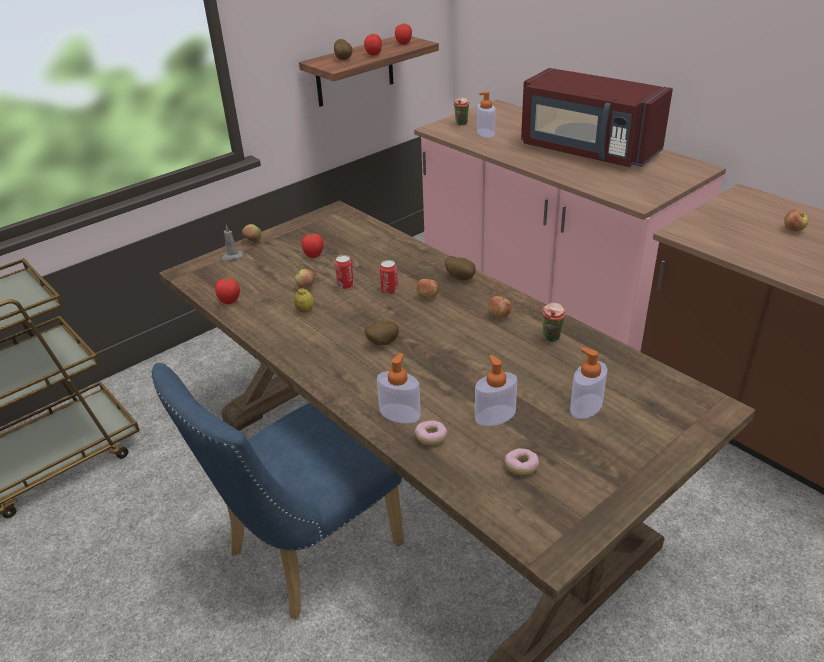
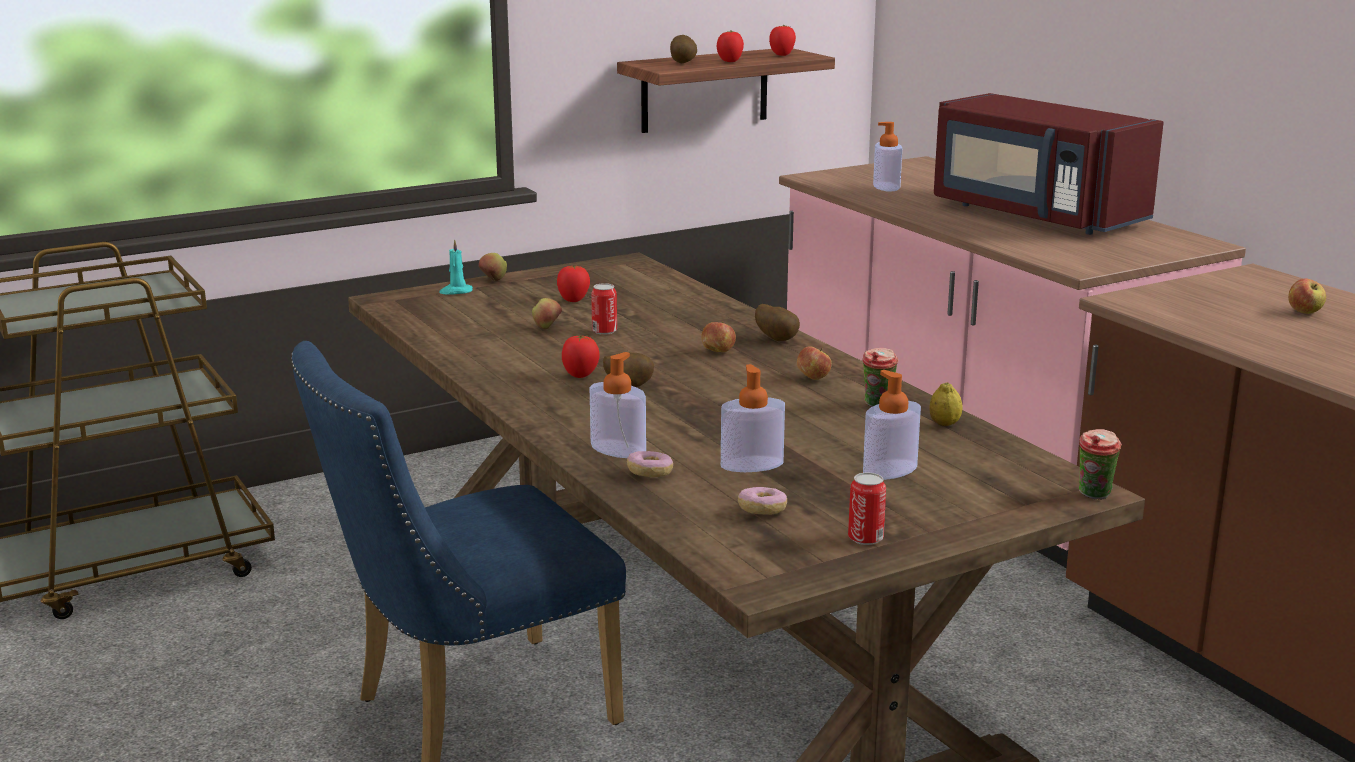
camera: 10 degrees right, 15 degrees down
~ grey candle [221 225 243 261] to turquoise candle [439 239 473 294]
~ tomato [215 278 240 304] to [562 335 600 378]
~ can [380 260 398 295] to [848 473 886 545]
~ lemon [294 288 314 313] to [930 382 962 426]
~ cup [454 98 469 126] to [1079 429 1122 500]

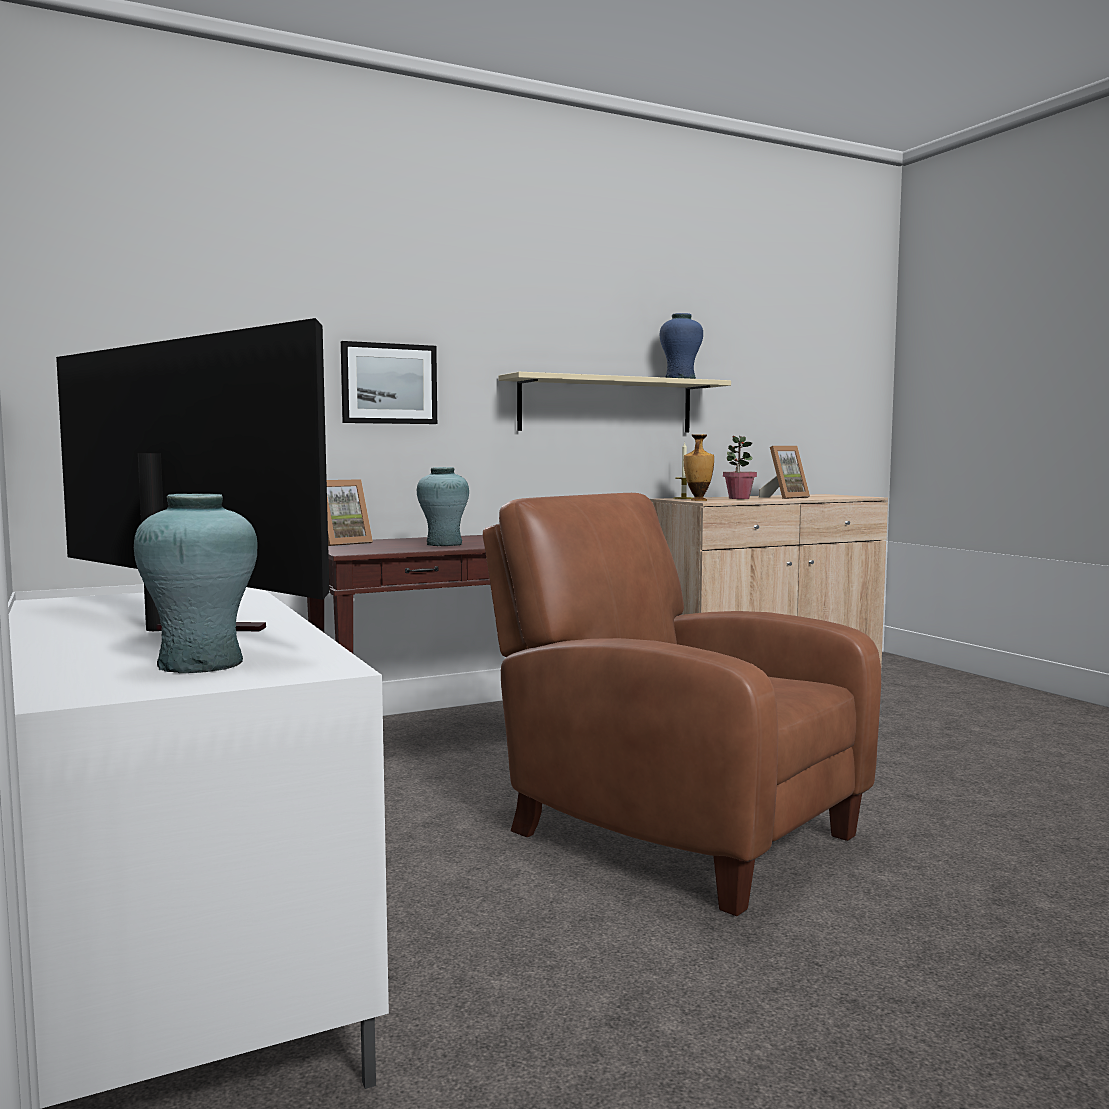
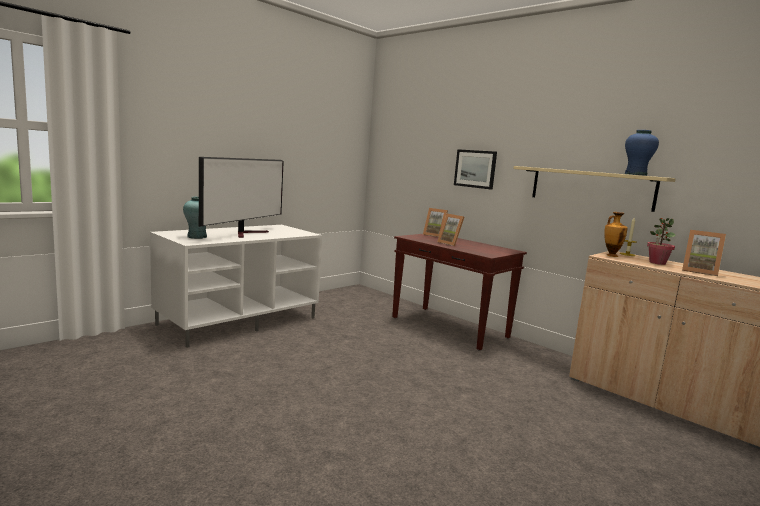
camera: 70 degrees right, 5 degrees up
~ turquoise vase [417 467 469 546] to picture frame [437 214 464 246]
- brown armchair [483 493 881 916]

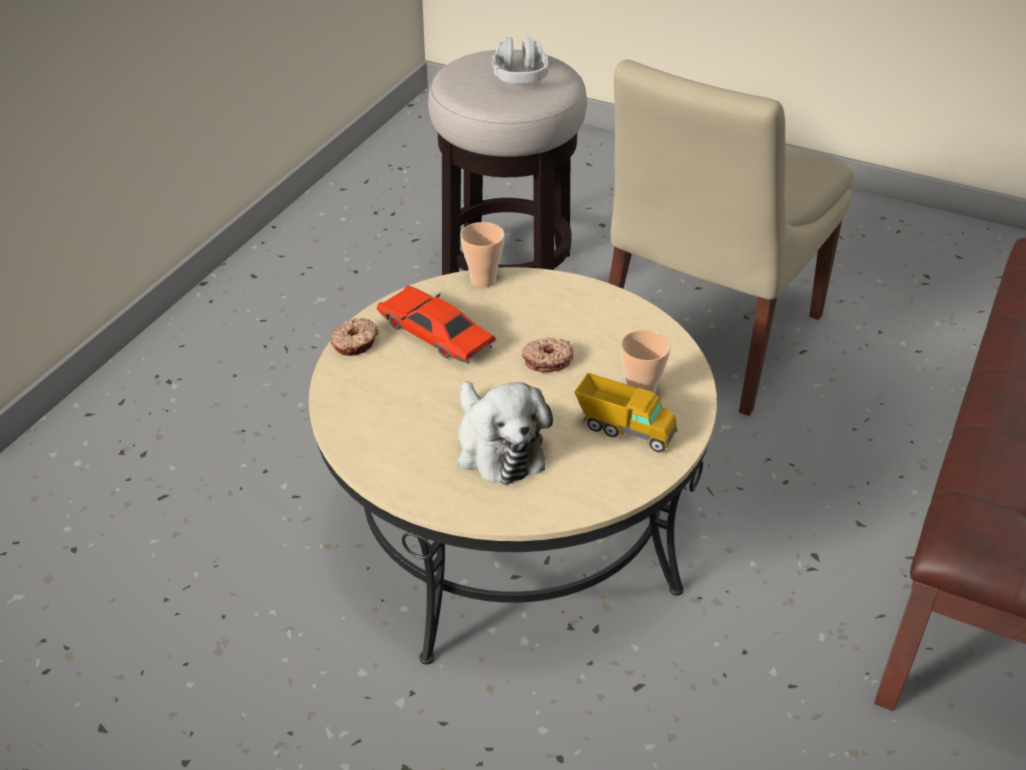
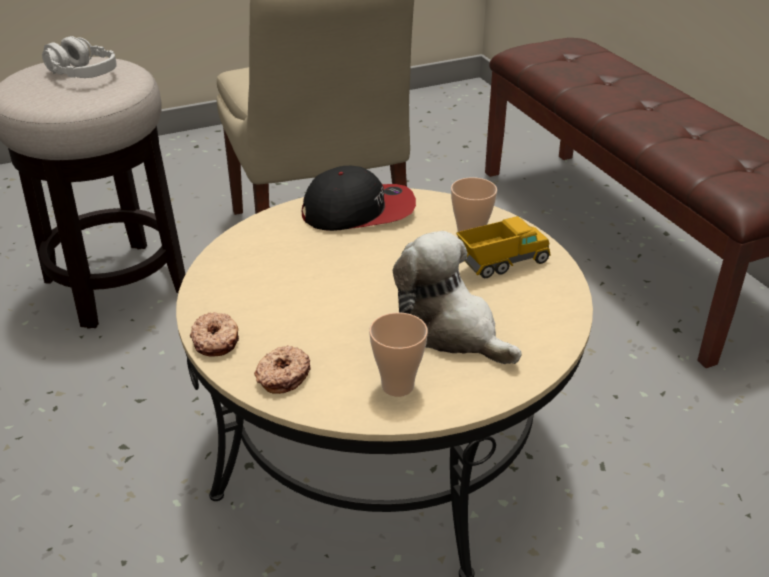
camera: 50 degrees left, 5 degrees down
~ donut [522 337 573 372] to [254 345 311 394]
+ cap [302 166 416 231]
~ cup [460 222 505 288] to [369 312 428 397]
~ plush toy [458 382 553 485] = [393 231 522 364] 150 degrees counterclockwise
- red toy car [377 286 496 364]

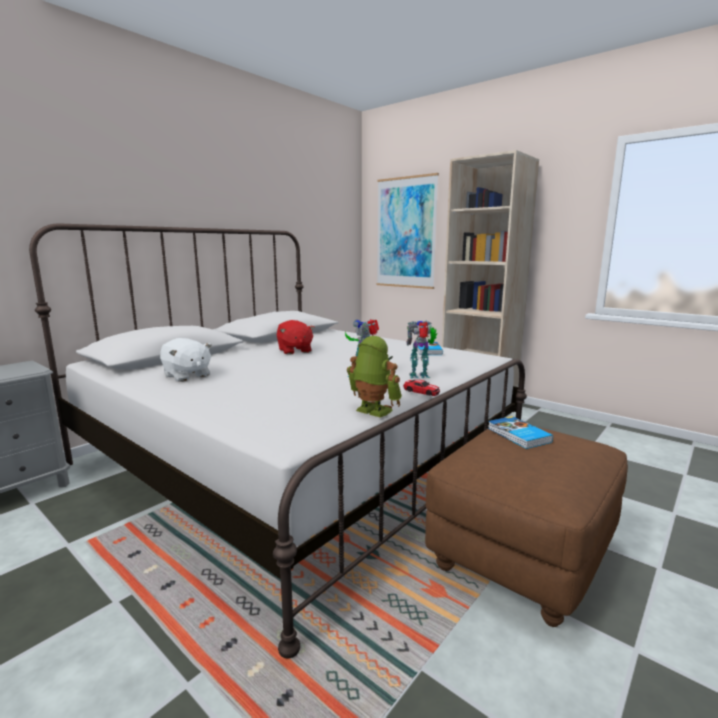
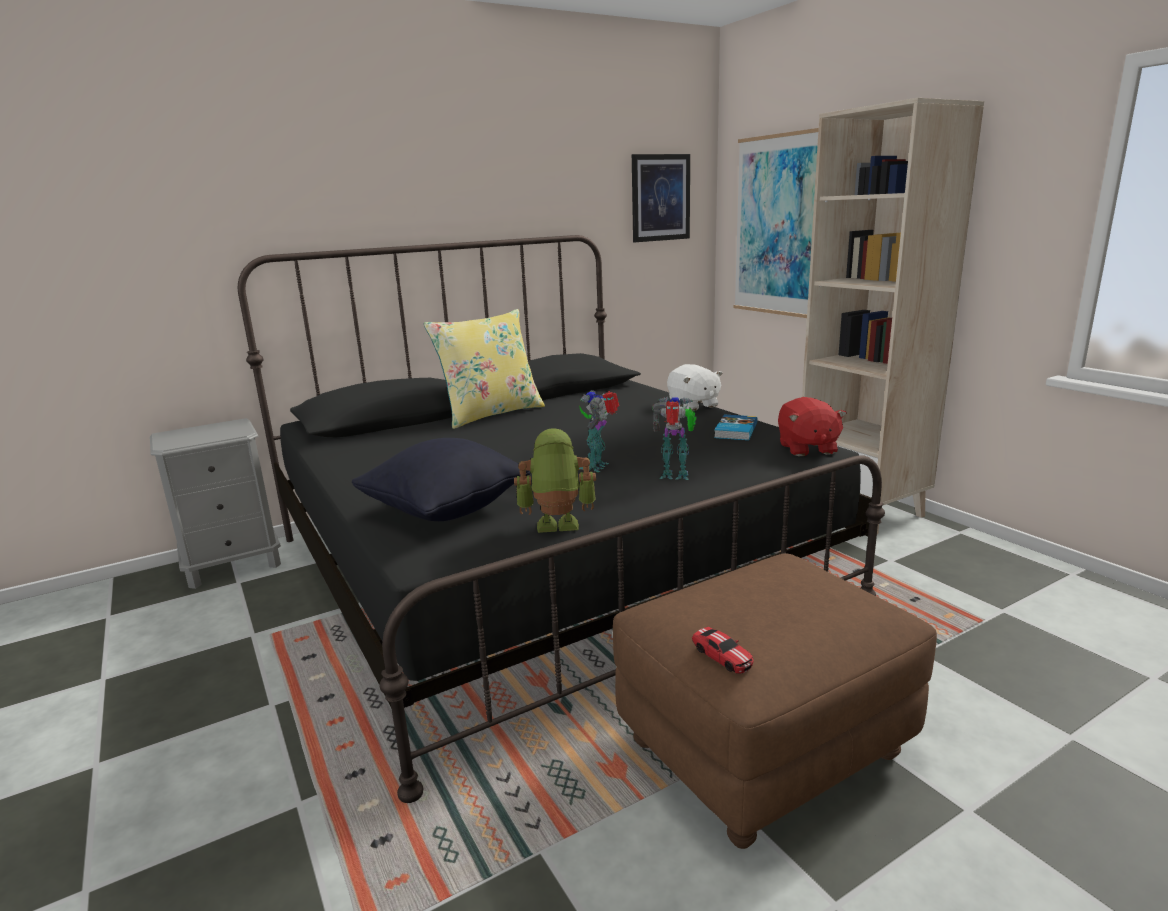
camera: 20 degrees right, 5 degrees up
~ white bed [29 223 527 658] to black bed [237 235 885 803]
+ black pillow [352 438 531 521]
+ yellow pillow [424 309 545 429]
~ toy robot [347 336 402 418] = [514 428 596 533] 60 degrees counterclockwise
+ picture [632 154 690 242]
~ white plush toy [160 338 212 382] to [667 364 723 411]
~ toy car [403 380 440 396] to [692 627 753 674]
~ red plush toy [277 320 315 355] to [778 397 847 456]
- book [488 416 553 449]

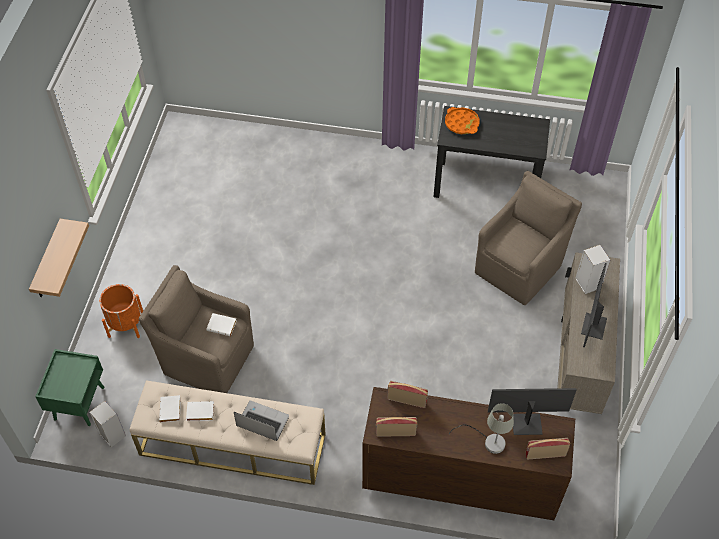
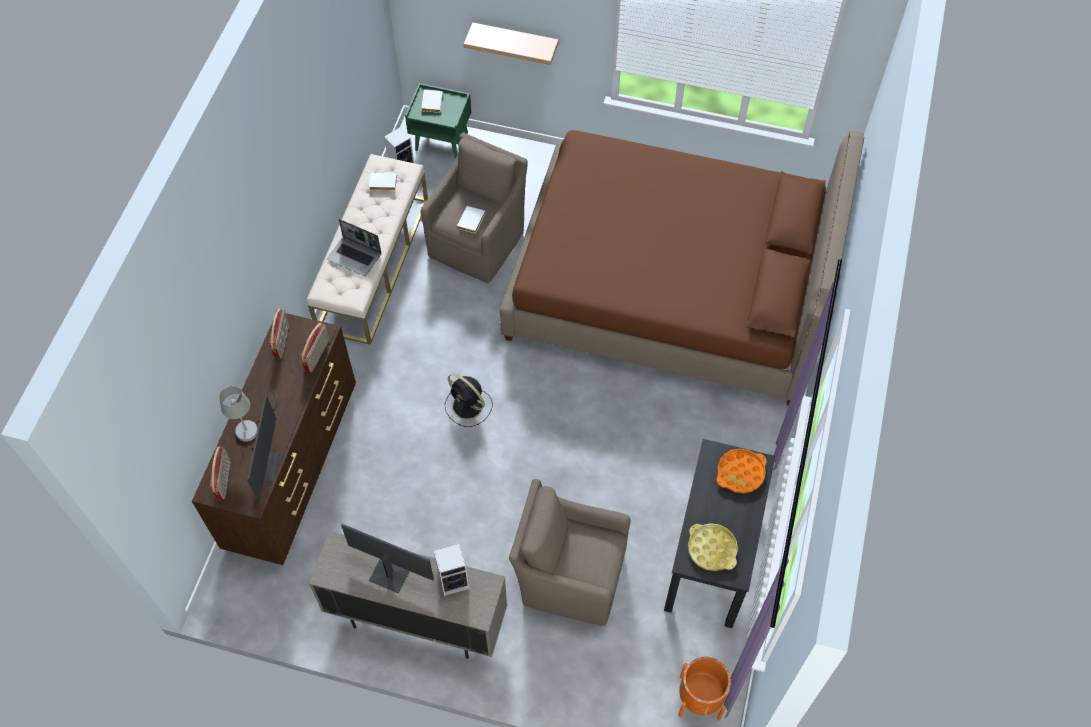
camera: 95 degrees right, 5 degrees up
~ laptop [234 401 289 441] = [327 219 381 276] 90 degrees clockwise
~ white book [186 401 214 421] to [421 90 443 113]
+ black fan [445 373 493 427]
+ brown bed [500 130 864 406]
~ brown armchair [475 171 582 305] = [509 479 631 626] 150 degrees clockwise
~ orange planter [99 284 143 338] to [678 657 731 721]
+ yellow tray [688 523 738 571]

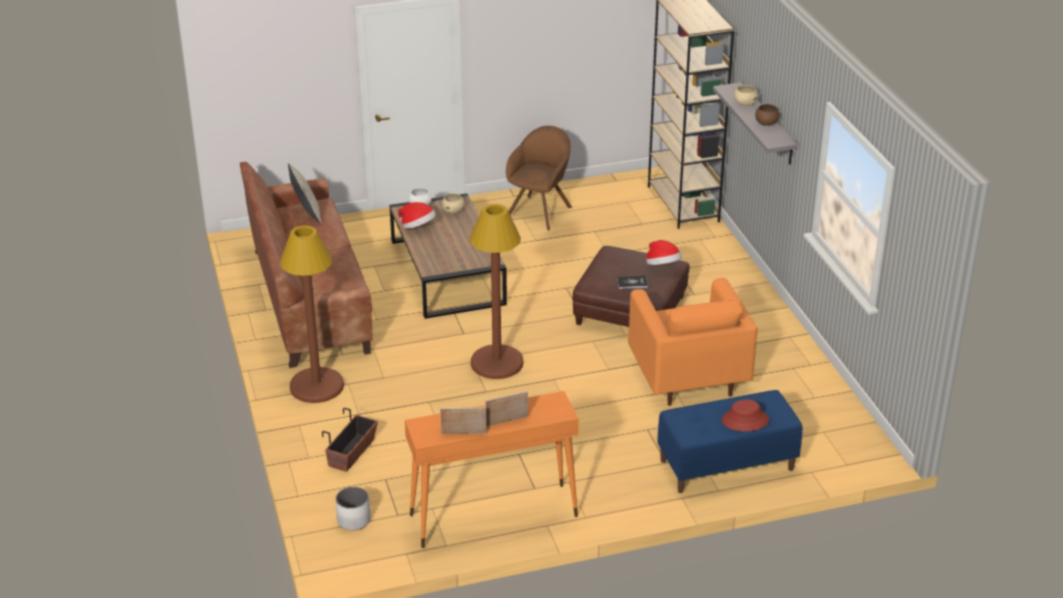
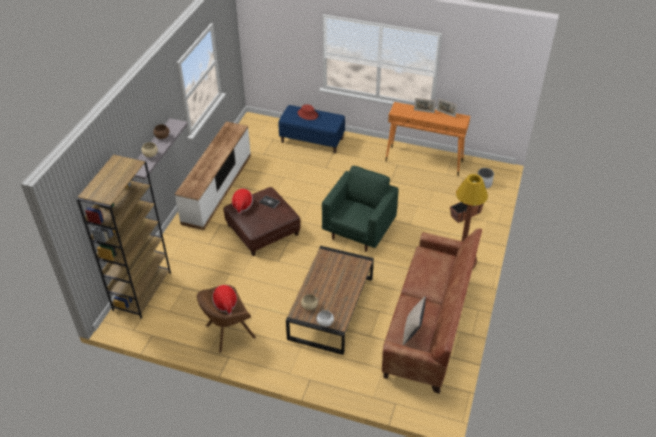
camera: 145 degrees left, 10 degrees up
+ tv stand [175 122 251 230]
~ hat [398 202 436 229] to [212 285 237 315]
~ brown floor lamp [470 204 523 379] to green armchair [322 166 399 252]
- orange armchair [628 278 758 406]

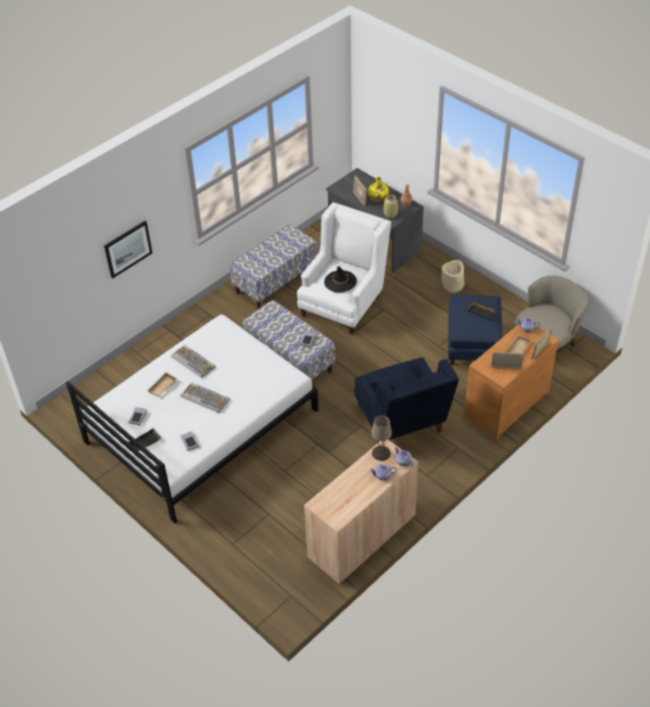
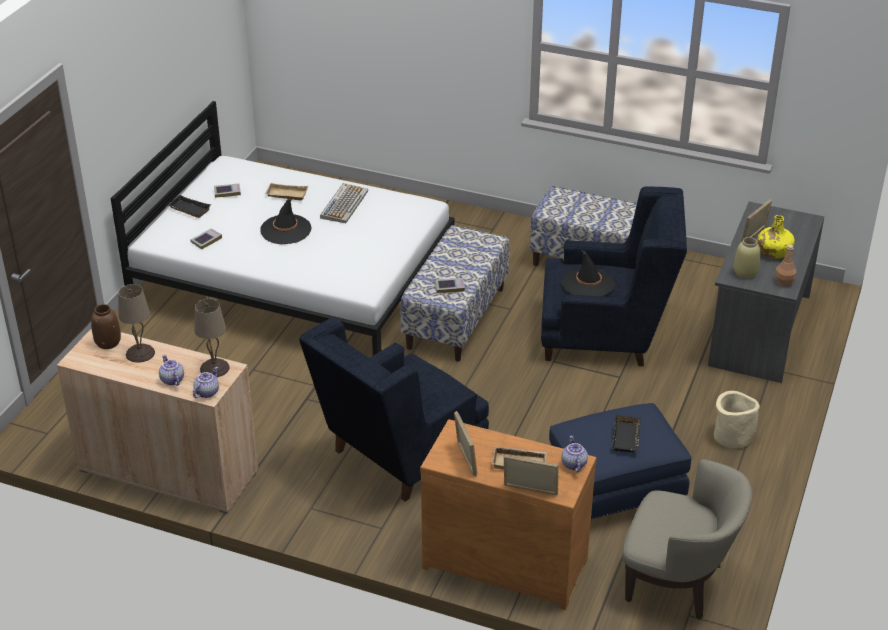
camera: 65 degrees right, 10 degrees down
+ brown vase [91 304 121 349]
+ beige table lamp [118 284 155 363]
~ keyboard [181 382 230 413] to black hat [260 199 311 244]
~ white armchair [297 202 391 334] to blue armchair [541 186 687 366]
- picture [104 221 152 278]

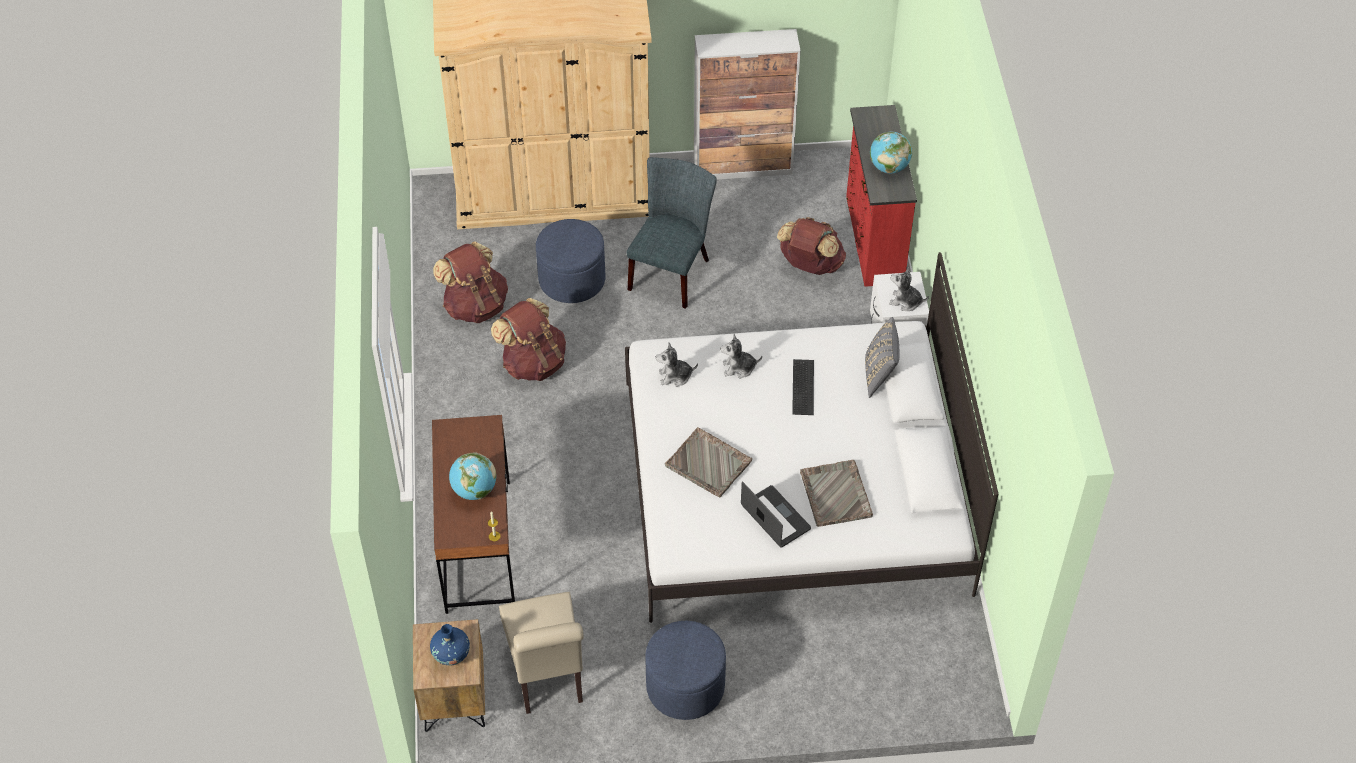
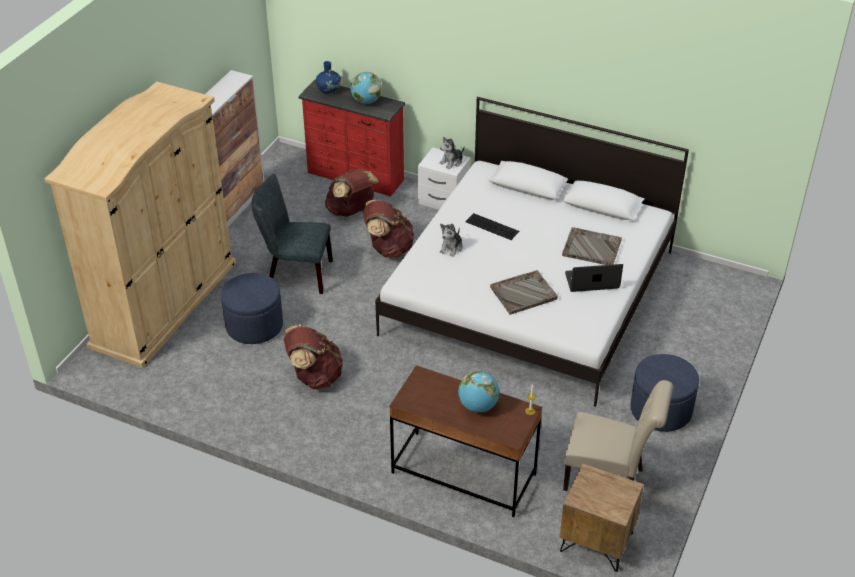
camera: 60 degrees left, 10 degrees down
~ grey chair [627 157 717 309] = [252 174 333 294] 45 degrees counterclockwise
~ blue vase [430 624 470 666] to [316 61 341 94]
~ brown backpack [433 241 508 323] to [363 200 414 257]
- plush toy [656 342 698 387]
- grey pillow [865 317 900 398]

